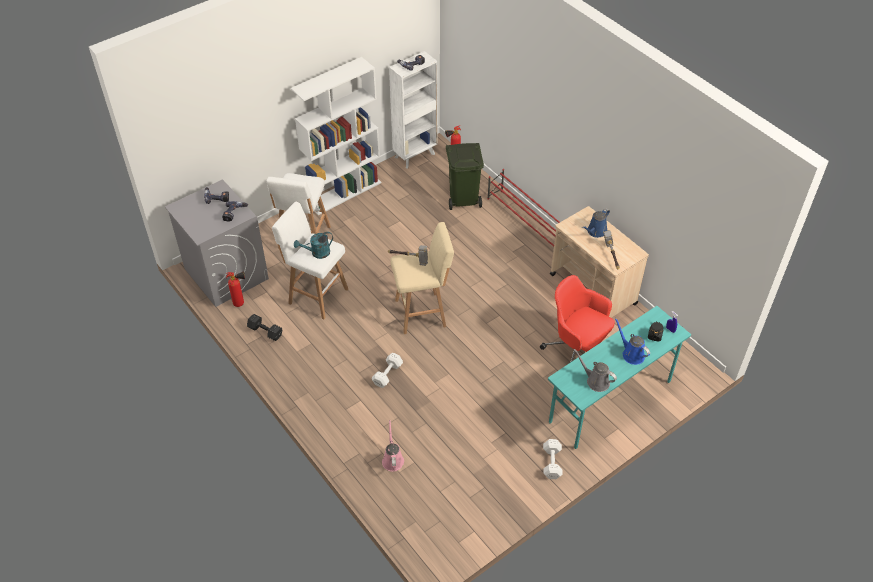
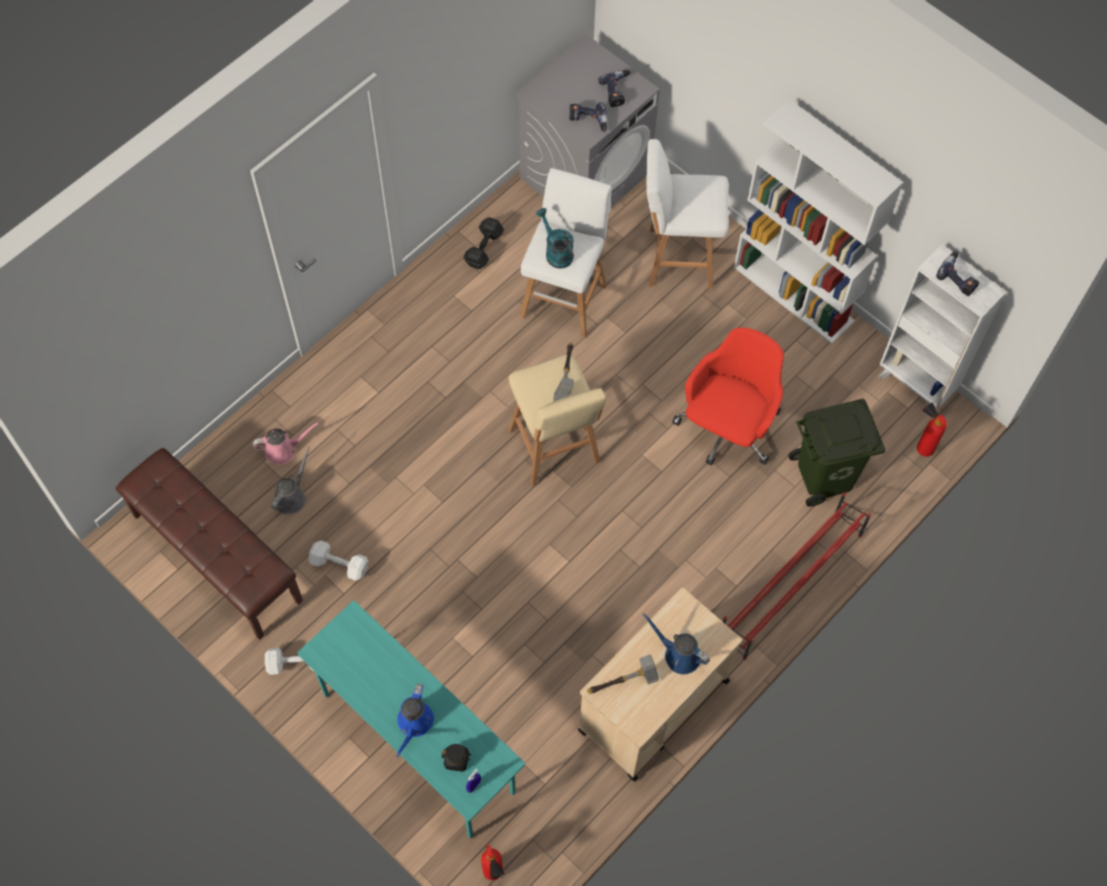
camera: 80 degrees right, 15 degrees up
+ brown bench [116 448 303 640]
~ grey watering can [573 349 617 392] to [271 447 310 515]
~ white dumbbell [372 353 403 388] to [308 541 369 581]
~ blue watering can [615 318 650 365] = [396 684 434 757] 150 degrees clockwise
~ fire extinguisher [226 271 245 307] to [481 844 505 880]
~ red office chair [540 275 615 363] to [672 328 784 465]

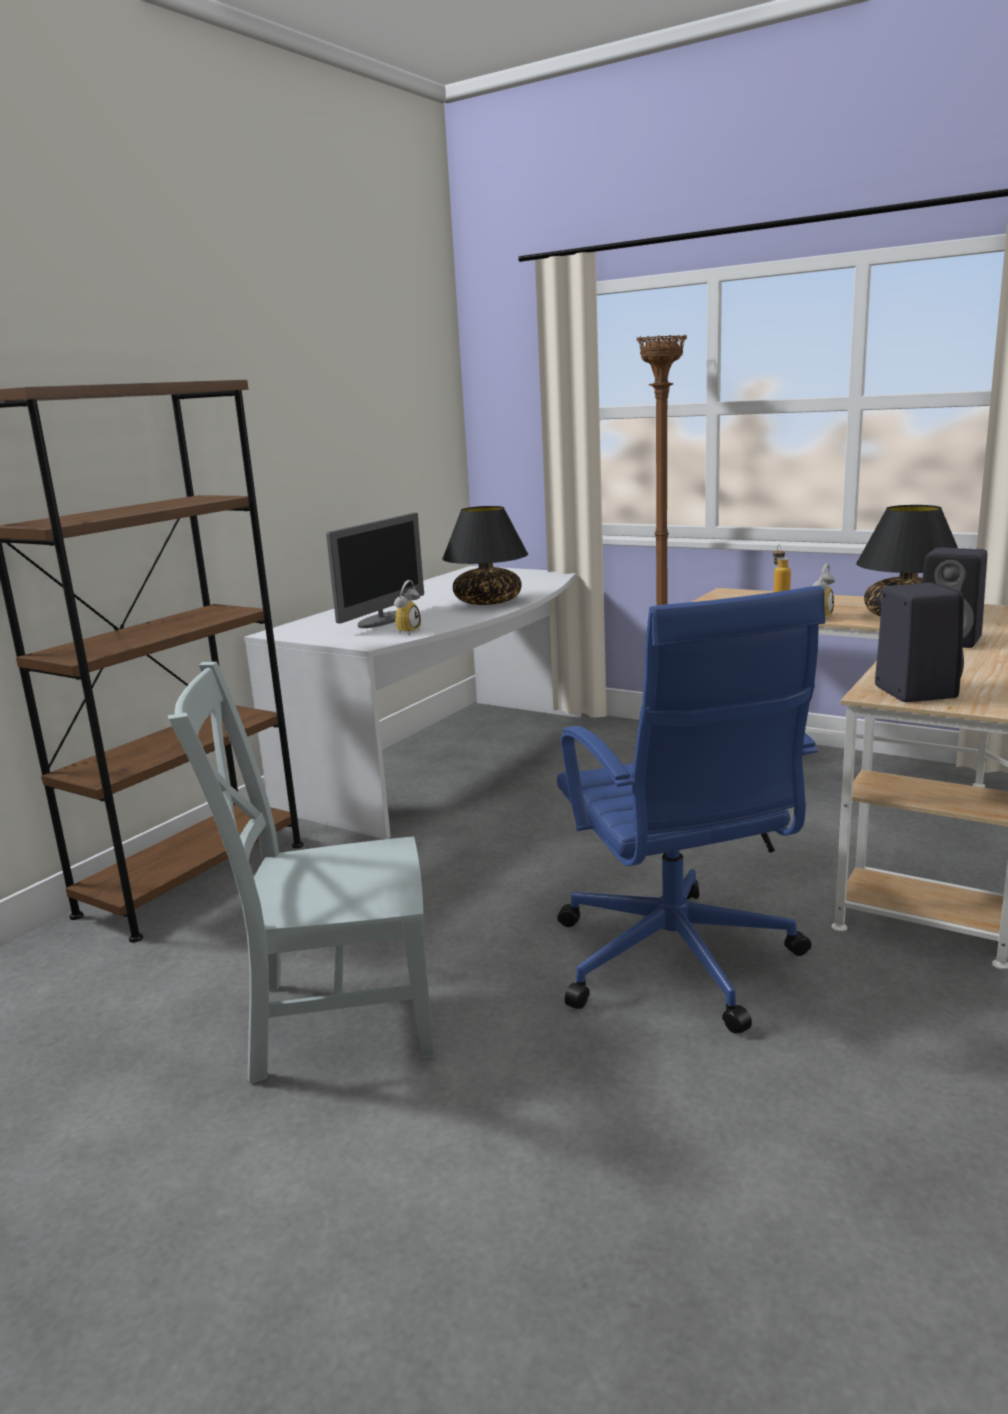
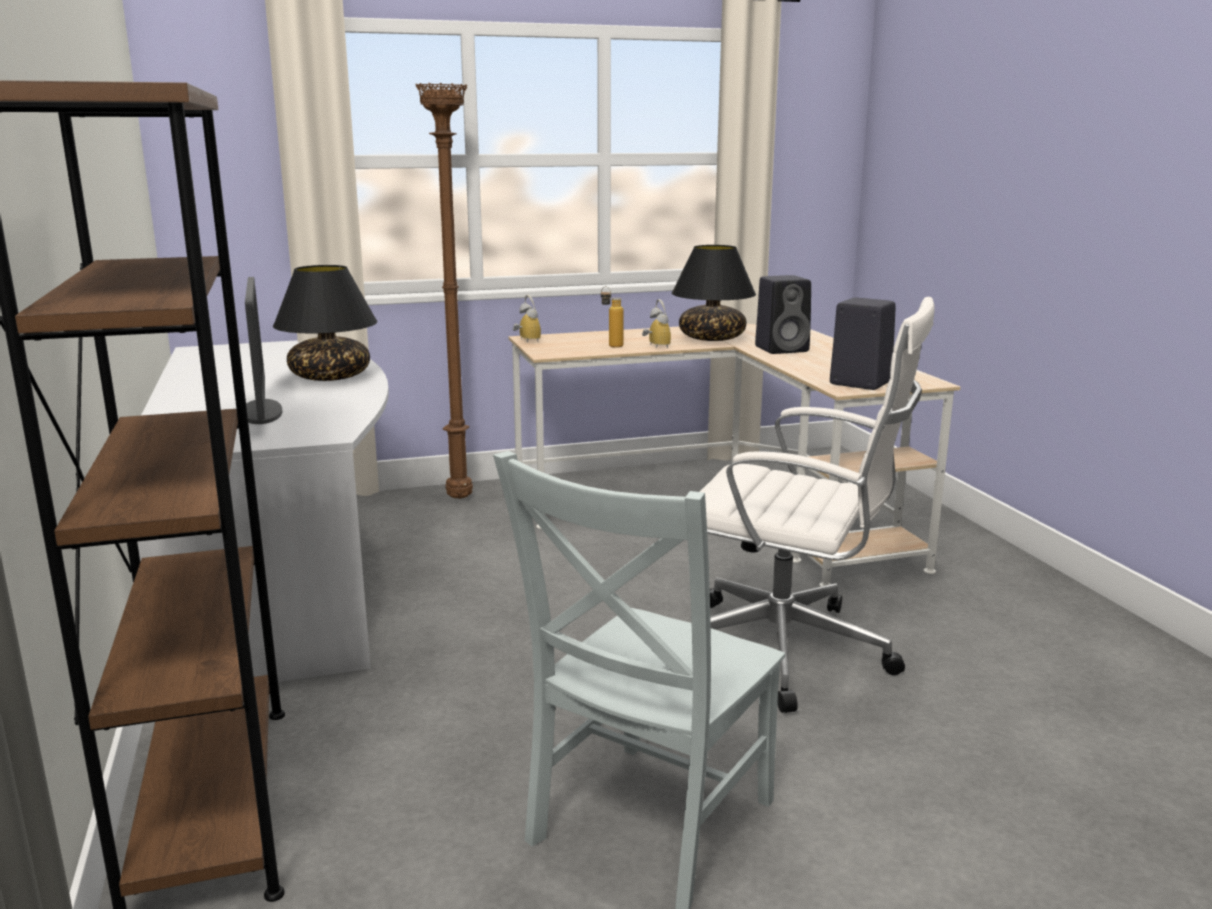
camera: 50 degrees left, 0 degrees up
~ alarm clock [387 580 421 635] to [513 295 541 343]
~ blue office chair [557 586 825 1034] to white office chair [691 297 935 713]

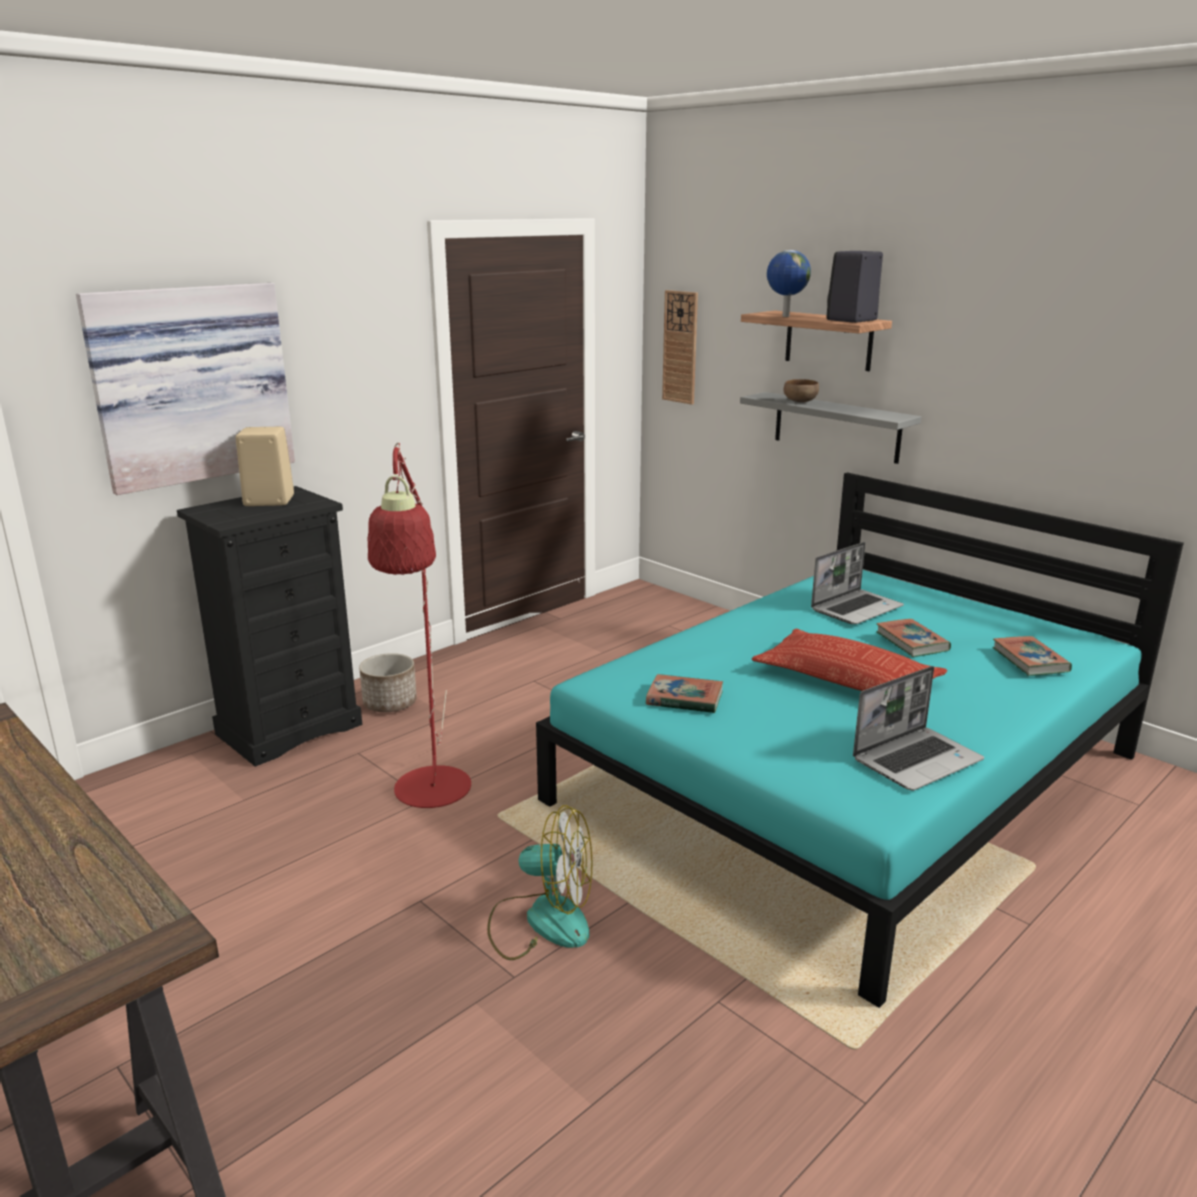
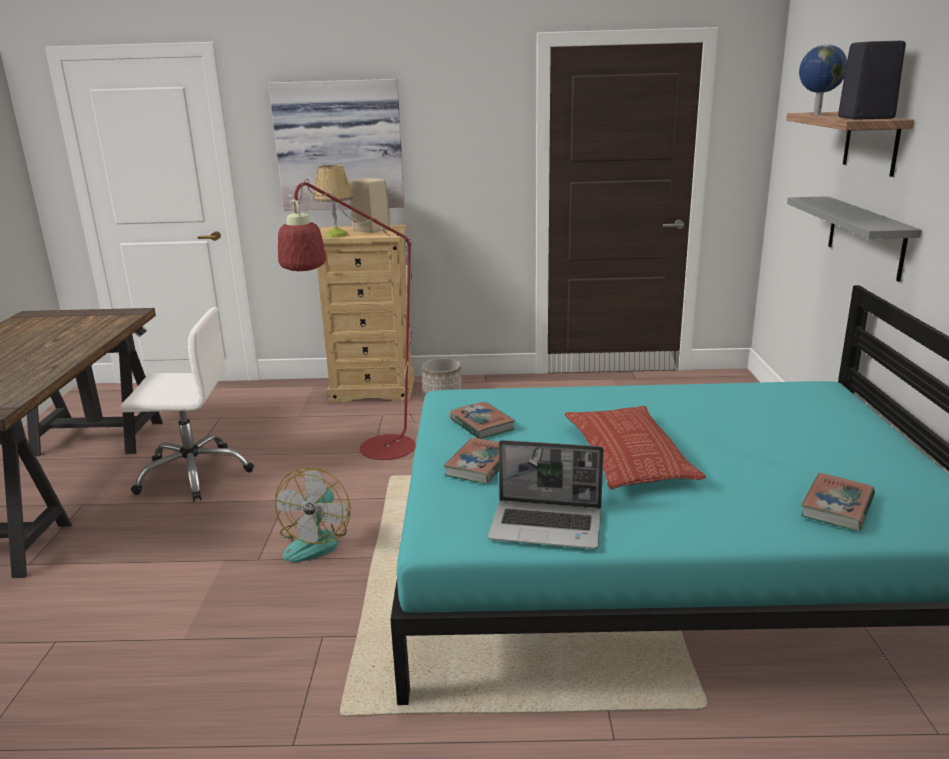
camera: 45 degrees right, 0 degrees up
+ white office chair [121 307 254 501]
~ fan [487 805 592 960] = [275 467 350 562] 45 degrees clockwise
+ table lamp [313 165 353 238]
~ black dresser [177 486 362 767] to beige dresser [317 225 414 403]
~ book [876 619 951 657] to [443 437 499 484]
- wall clock [662 290 698 405]
- brown bowl [783 379 819 402]
- laptop [811 542 904 624]

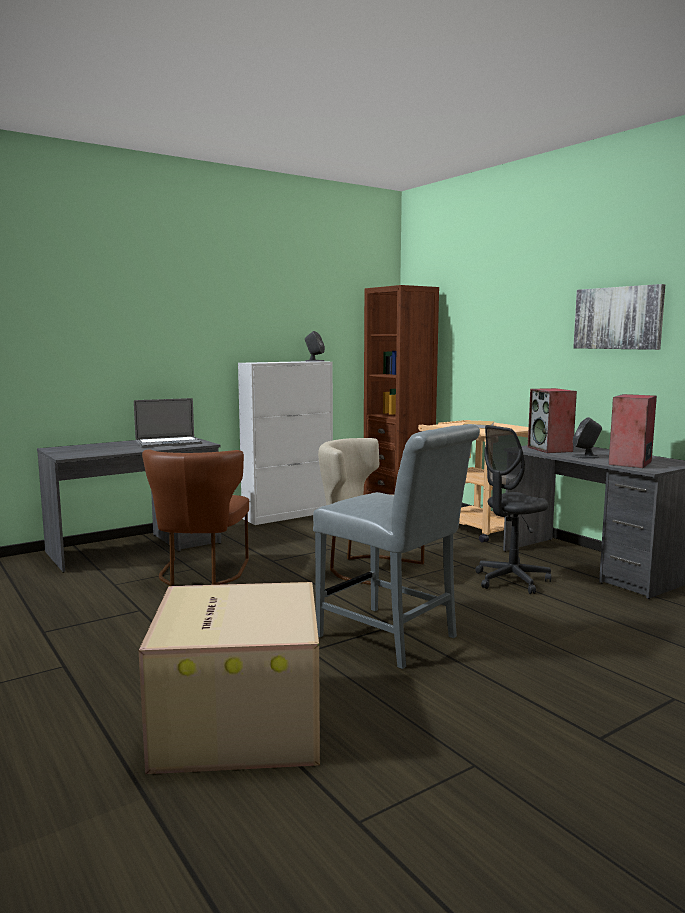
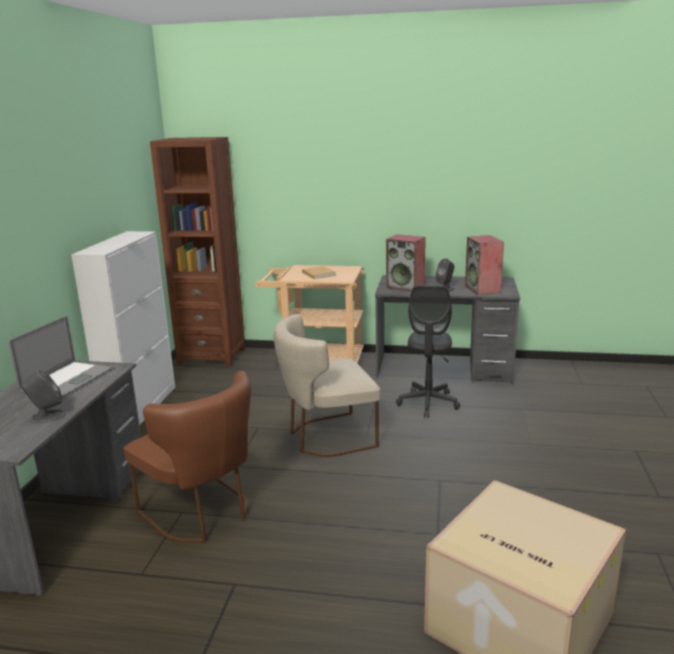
camera: 45 degrees left, 10 degrees up
~ grey speaker [305 331 325 362] to [21 370 66 423]
- grey chair [313 424 480 669]
- picture [573 284 665 350]

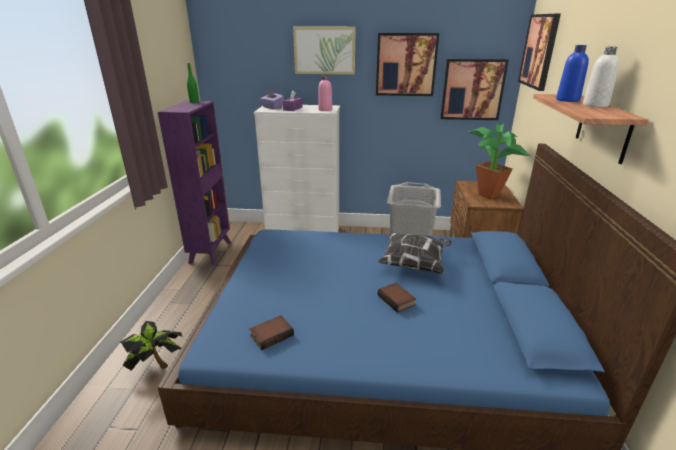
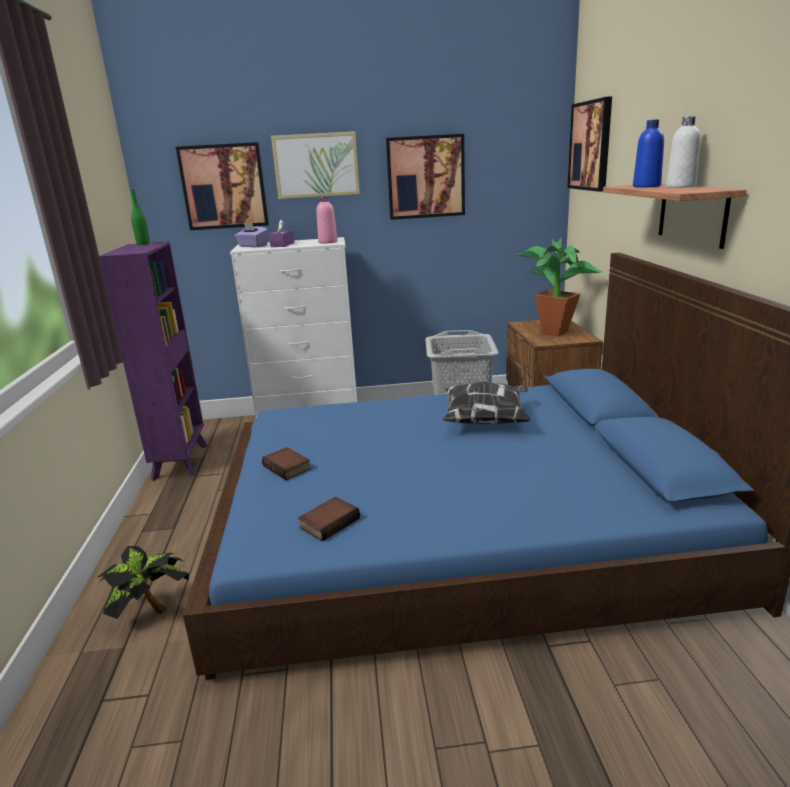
camera: 10 degrees left, 5 degrees down
~ picture [440 59 509 120] to [176 142 269 230]
~ book [378 283 416 313] to [262 447 311 480]

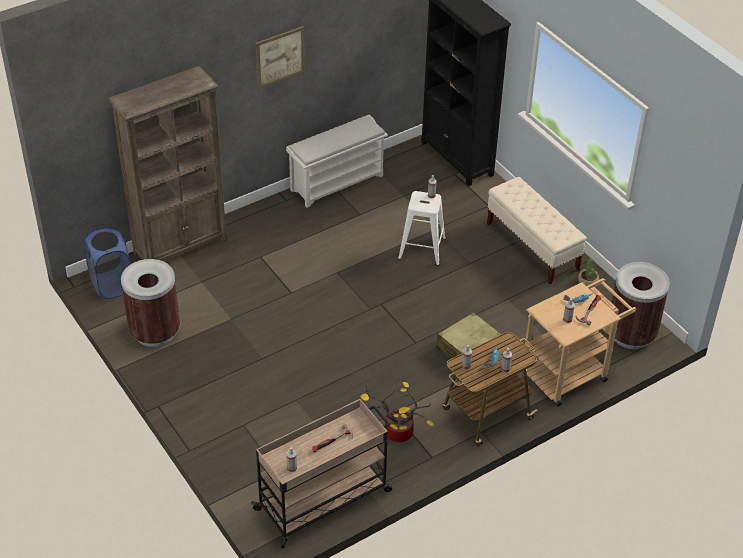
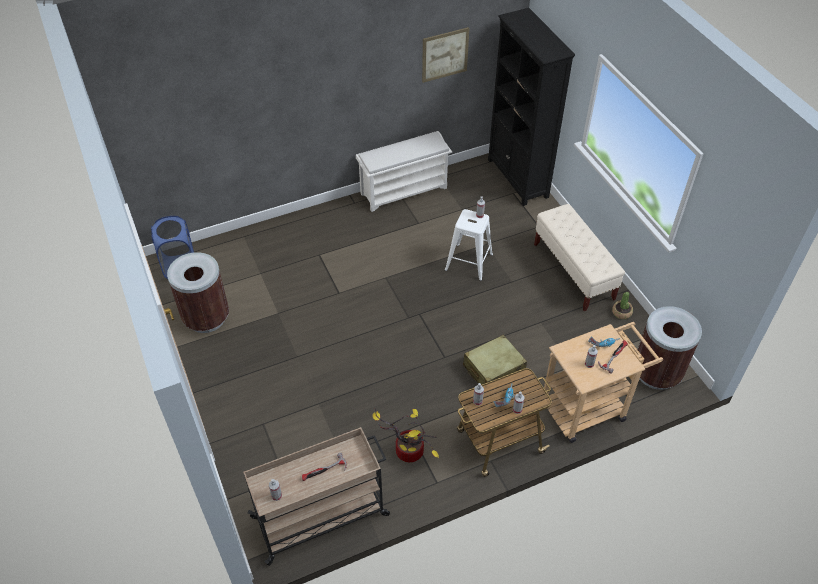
camera: 10 degrees right, 5 degrees up
~ picture [255 26 305 89] to [422 27 469 83]
- brown bookcase [108 66 227 262]

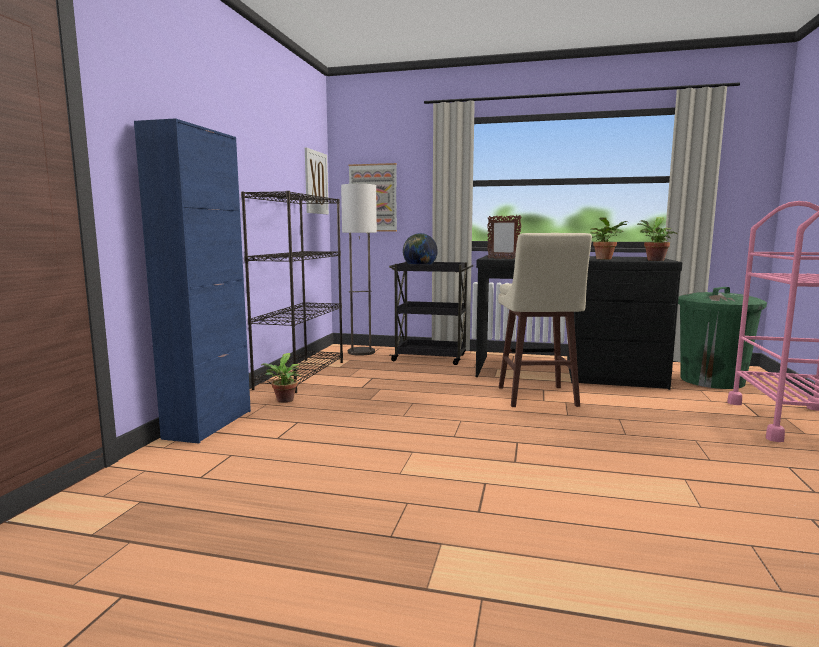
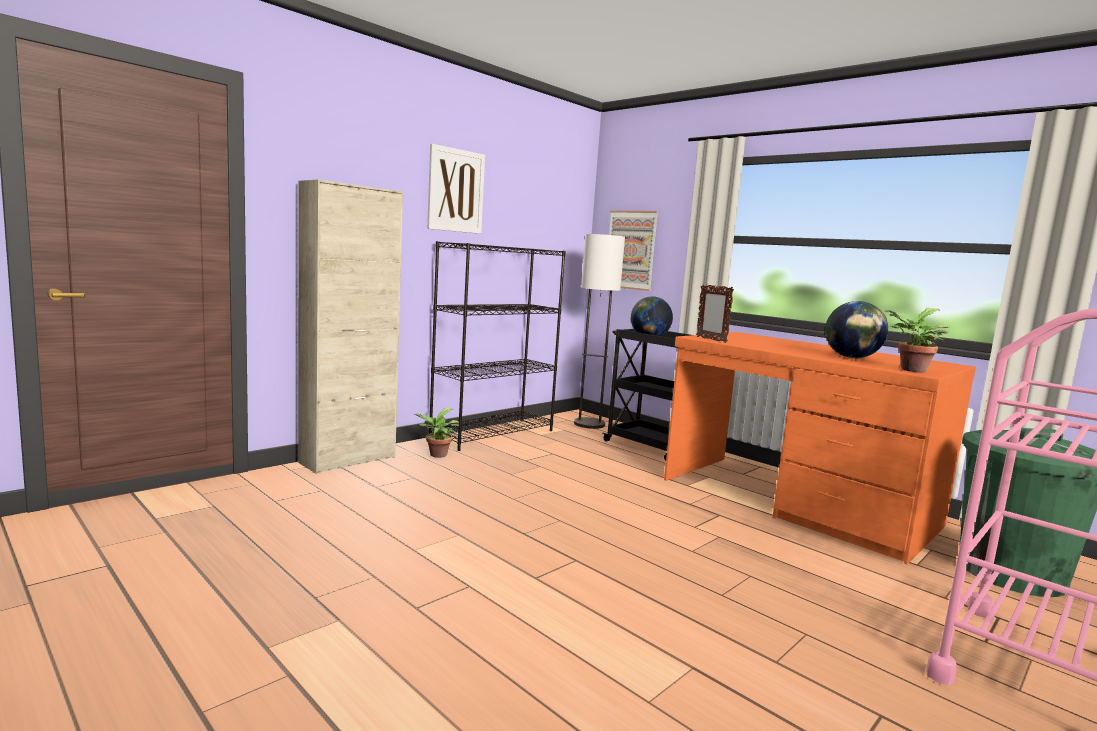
camera: 30 degrees right, 0 degrees up
~ blue cabinet [134 118 251 444] to beige cabinet [298 179 403 474]
~ picture [305 148 329 214] to [427 144 485 234]
~ black desk [476 255 683 390] to orange desk [664 332 976 564]
~ potted plant [590 218 628 260] to globe [825 301 888 359]
- beige stool [498 233 592 407]

